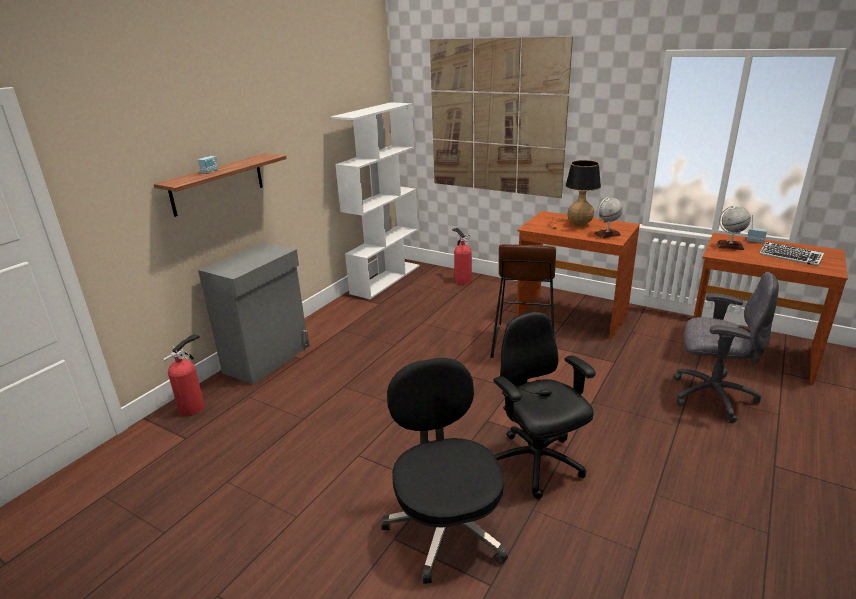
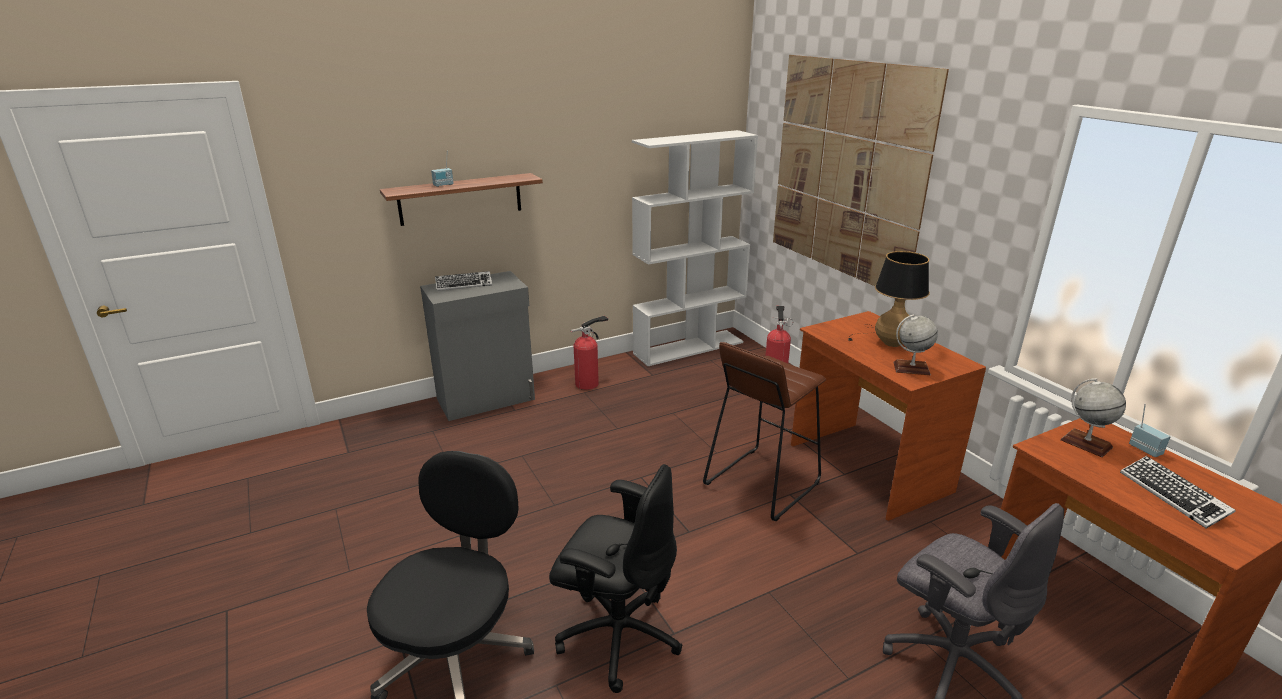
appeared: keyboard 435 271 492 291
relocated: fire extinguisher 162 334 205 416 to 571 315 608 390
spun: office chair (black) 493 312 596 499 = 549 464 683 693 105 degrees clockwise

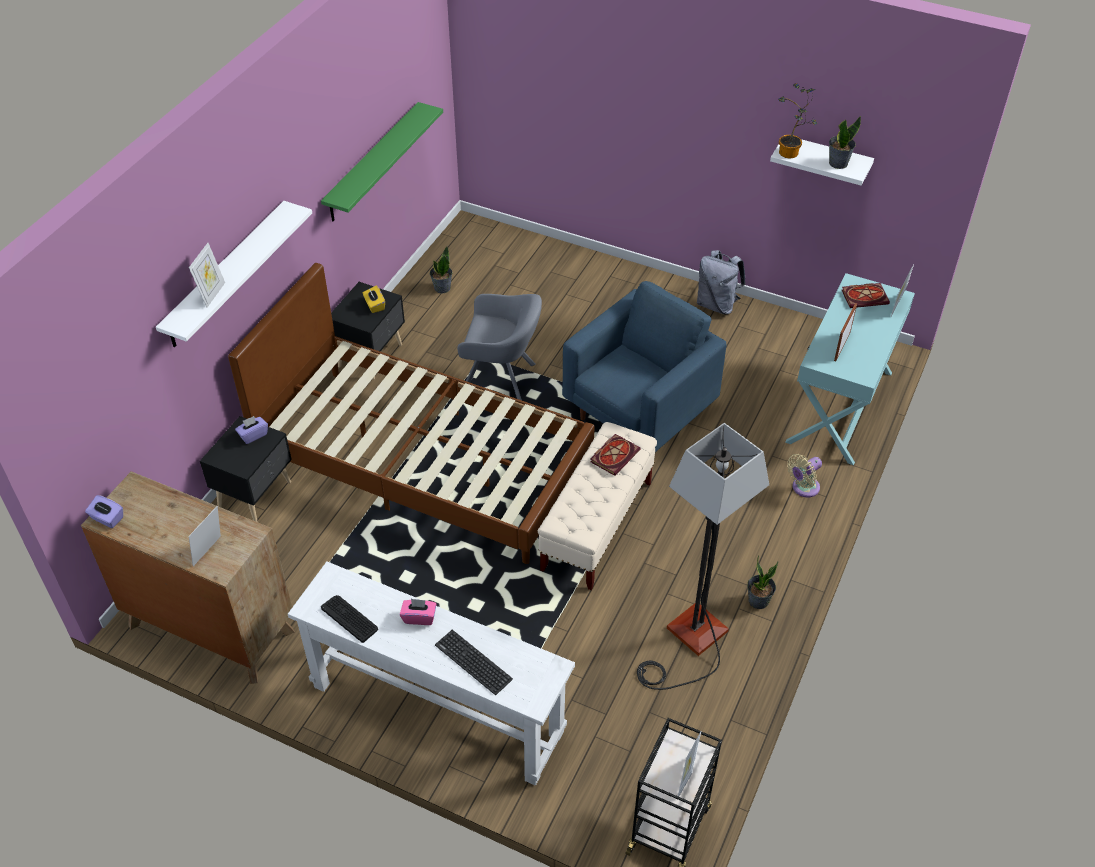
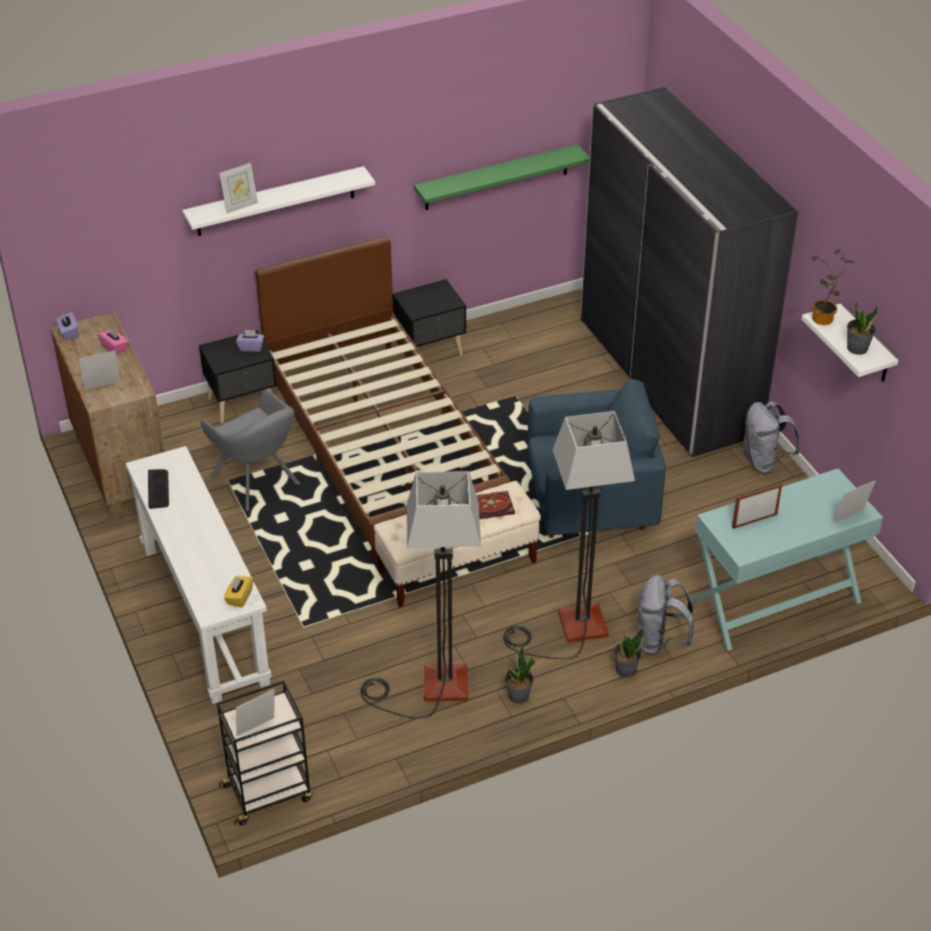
missing: keyboard 435 630 513 695; book 842 283 890 308
appeared: floor lamp 503 411 635 659; wardrobe (grey) 580 87 798 457
relocated: tissue box (pink) 400 599 436 625 to 98 327 128 355; armchair (grey) 457 294 542 400 to 200 390 300 511; tissue box (yellow) 363 286 385 313 to 224 575 253 608; potted plant 430 246 452 294 to 613 628 644 678
exchanged: fan (beige) 787 454 822 497 to backpack (grey) 637 575 694 655

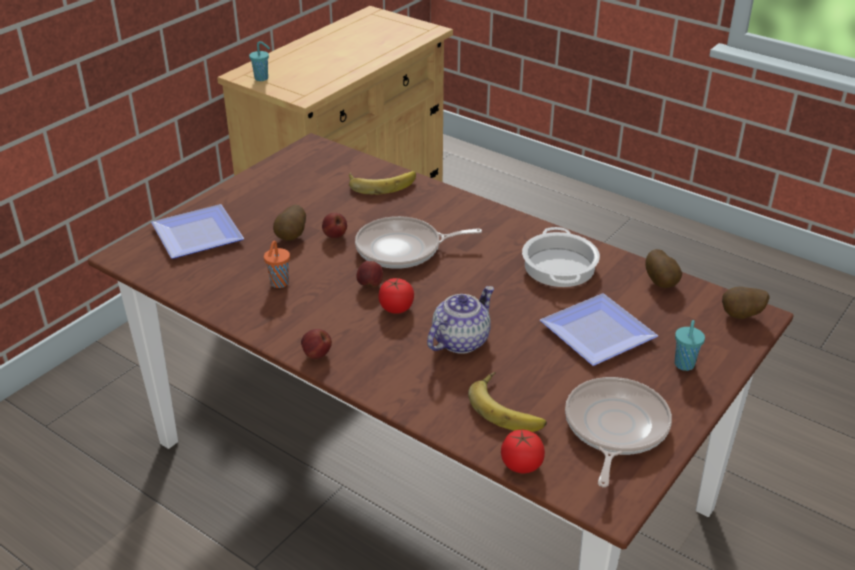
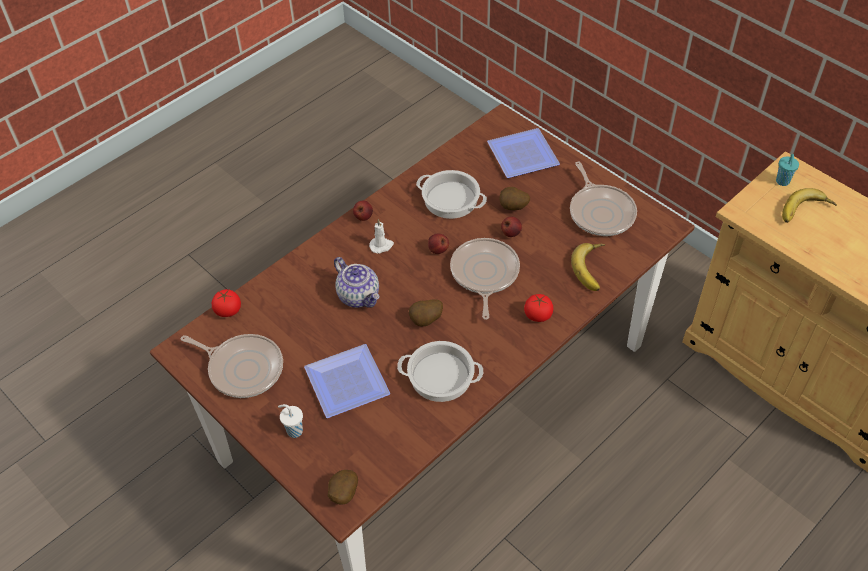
appeared: candle (white) 369 219 394 254; frying pan 570 162 637 236
relocated: potato 645 249 682 288 to 409 299 443 326; tomato 378 278 414 314 to 524 294 553 322; banana 468 372 547 432 to 782 188 837 223
exchanged: cup (orange) 264 241 290 288 to cooking pot 416 170 487 219
colour: cup (turquoise) 675 320 705 371 to cup (white) 278 404 303 438

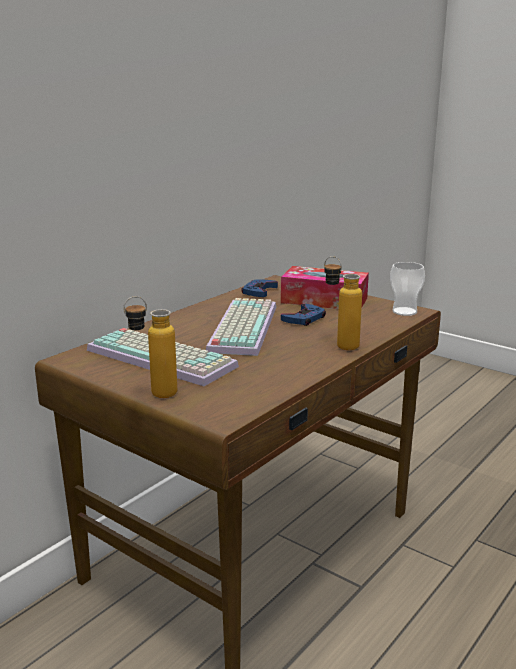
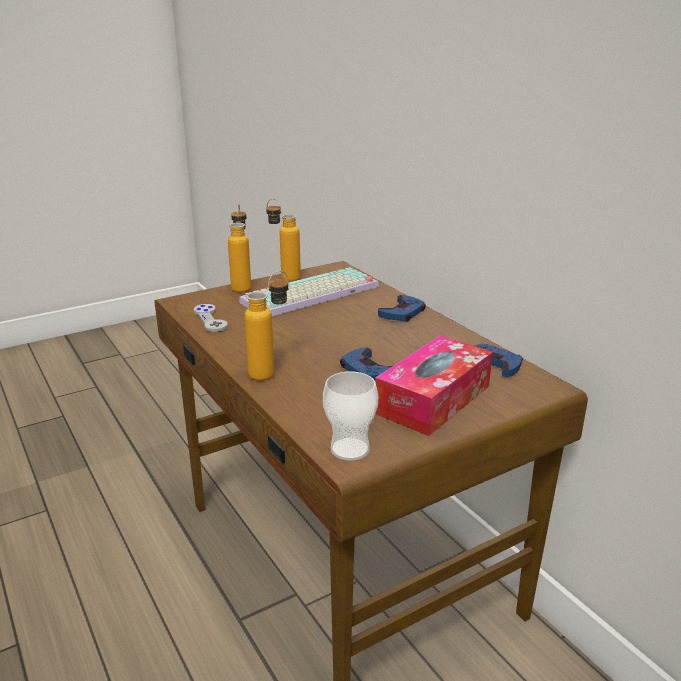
missing: keyboard 206 298 276 356
appeared: game controller (grey) 194 304 228 332; bottle 266 199 301 282; game controller (blue) 378 295 426 322

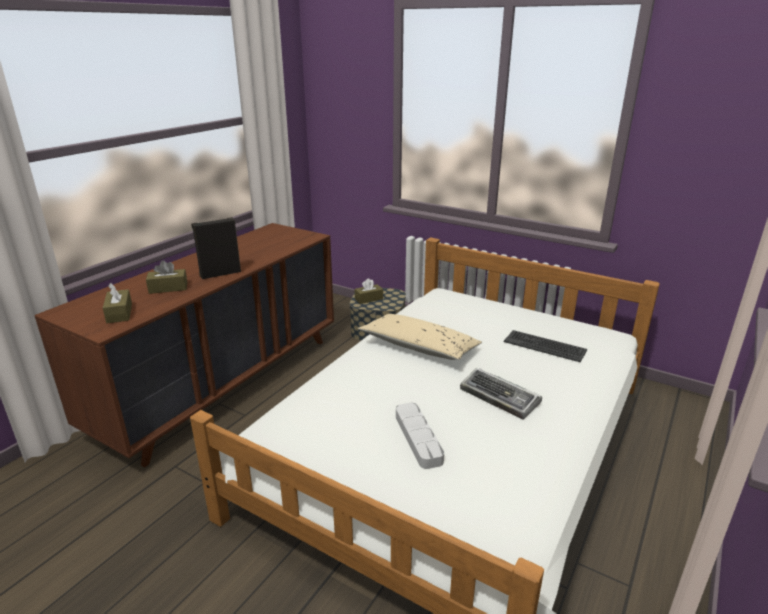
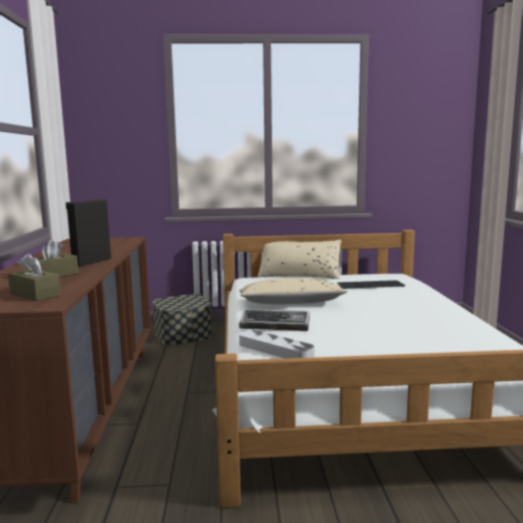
missing: tissue box (brown) 355 278 383 304
appeared: pillow (beige) 257 240 341 279
relocated: keyboard 460 368 542 419 to 239 309 310 331; tray (grey) 396 403 444 469 to 239 330 315 359

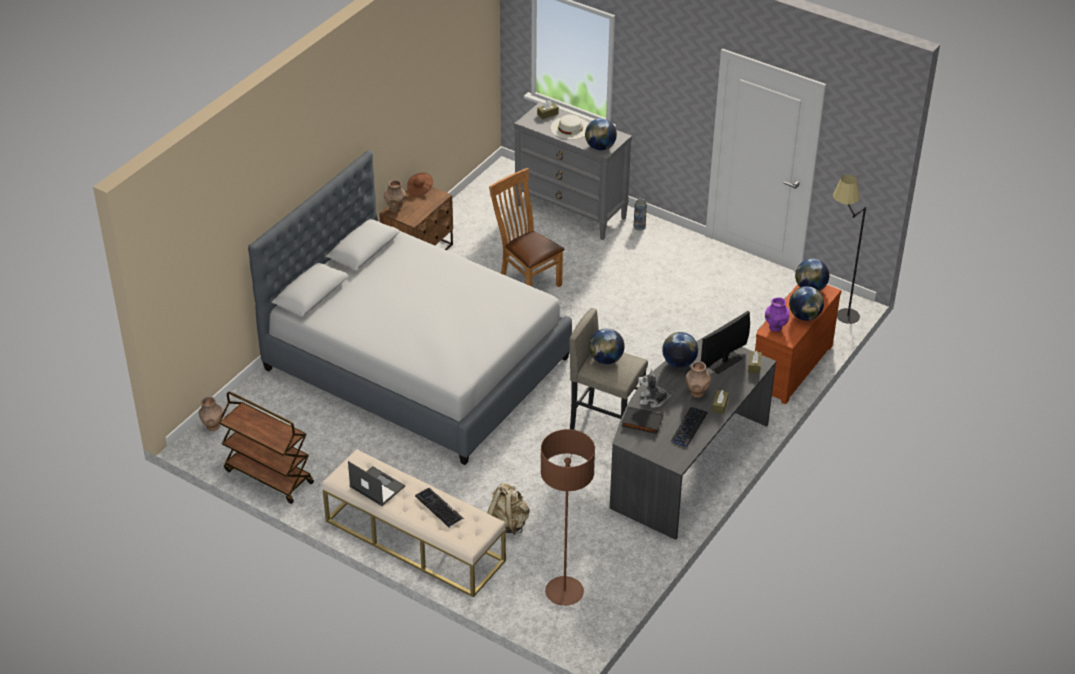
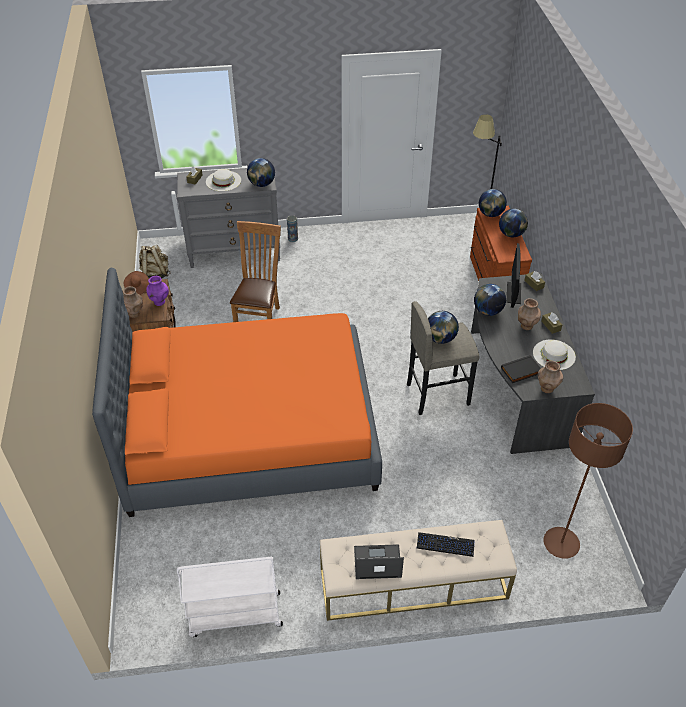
missing: plush toy 638 369 673 408
relocated: backpack (beige) 487 483 530 535 to 139 245 170 278; vase (purple) 765 297 789 332 to 146 276 169 306; vase (brown) 199 397 223 431 to 538 360 563 393
exchanged: keyboard 671 407 708 447 to hat (white) 533 339 576 370
colour: bed (grey) 248 150 572 465 to bed (orange) 92 267 382 517; cart (brown) 219 391 314 504 to cart (white) 177 556 283 637
spun: chair (brown) 489 168 565 287 = 230 221 281 322 90 degrees clockwise

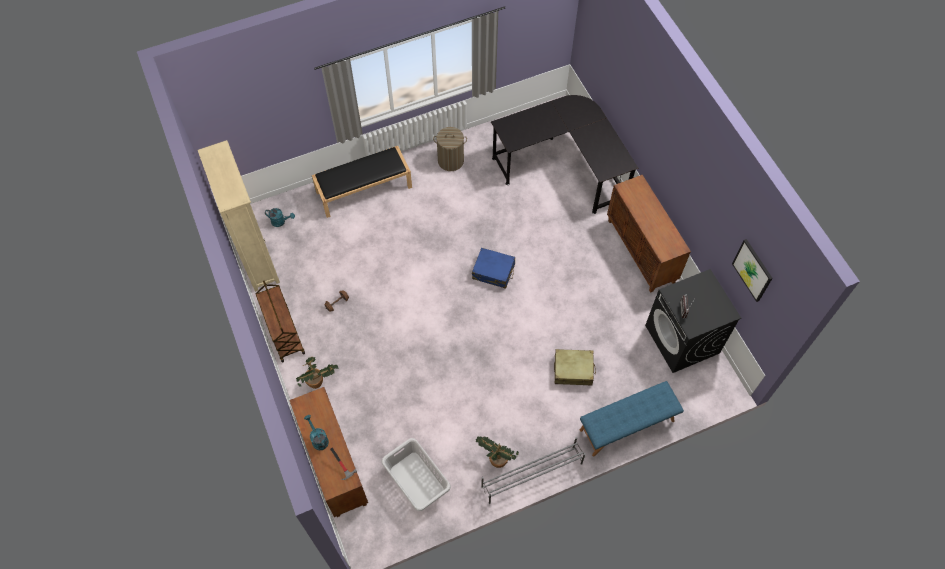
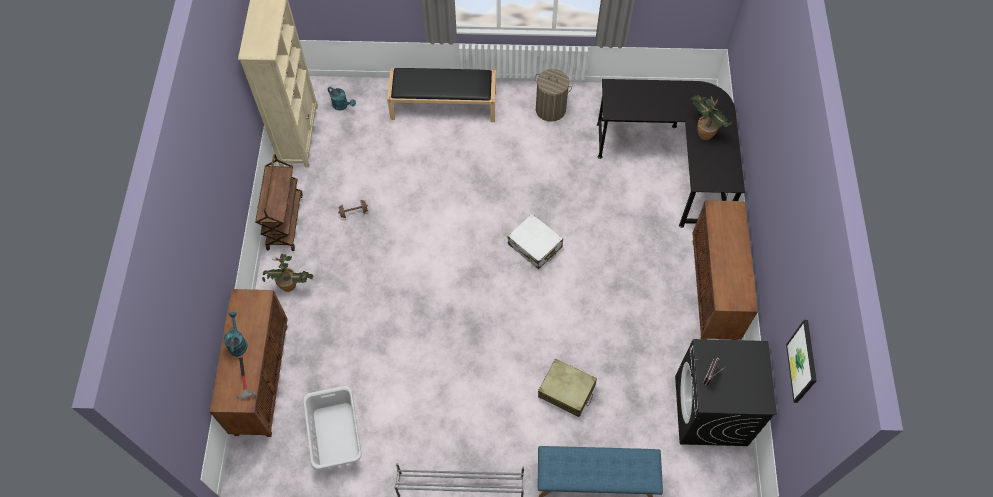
relocated: potted plant 475 436 519 468 to 691 95 732 140
colour: suitcase (blue) 472 248 515 289 to suitcase (white) 508 214 563 269

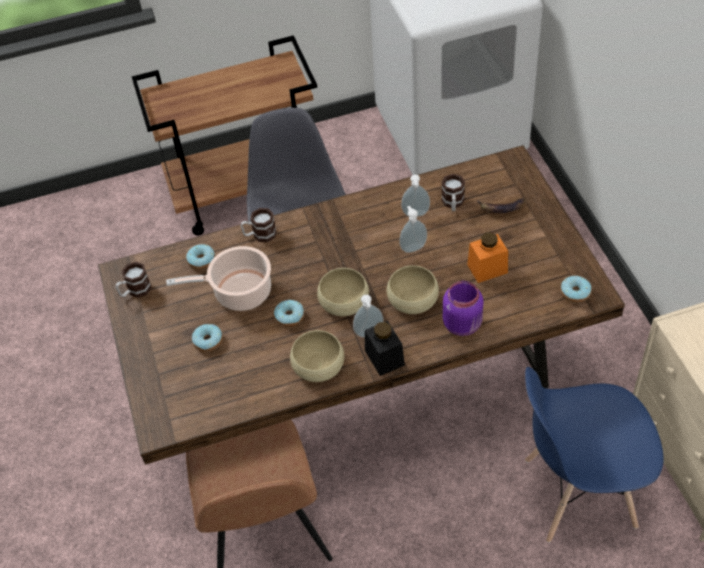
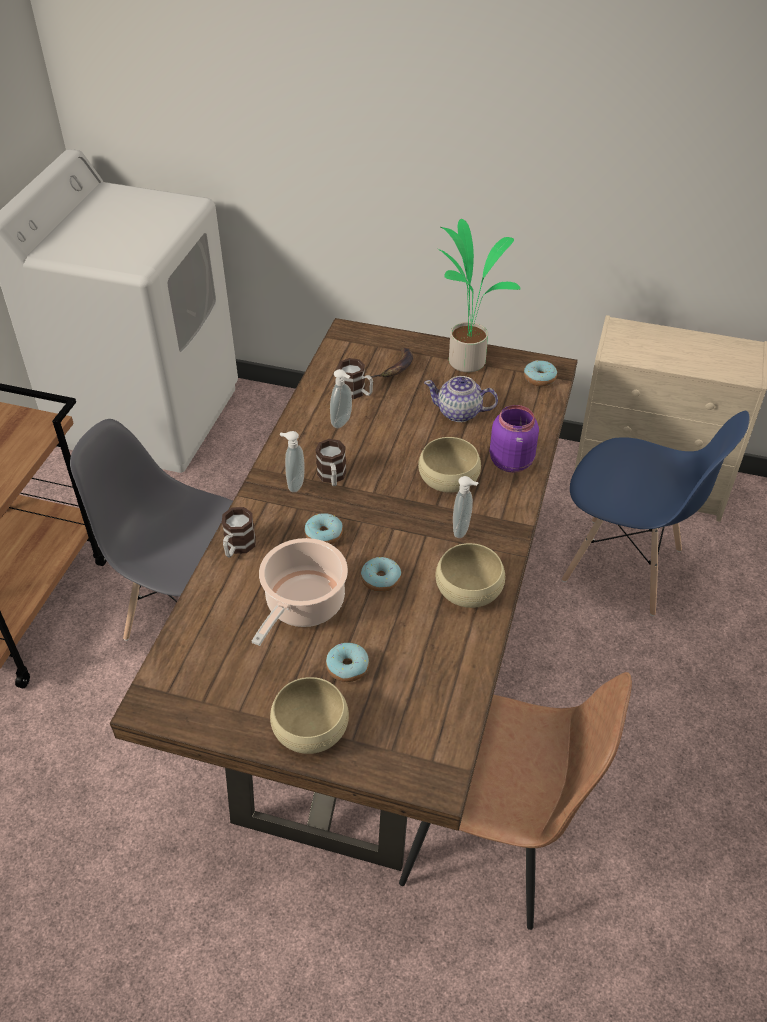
missing: jar (black) 365 321 405 376
appeared: potted plant 438 219 521 372
relocated: bowl (beige) 317 268 369 316 to 270 677 349 754; soap dispenser 399 206 427 253 to 280 431 305 492; donut 186 244 215 270 to 304 513 343 545; mug 116 262 152 298 to 315 439 347 486
exchanged: jar (orange) 467 233 508 283 to teapot 424 376 498 422
spun: chair (blue) 525 367 663 543 = 562 411 749 616 90 degrees counterclockwise

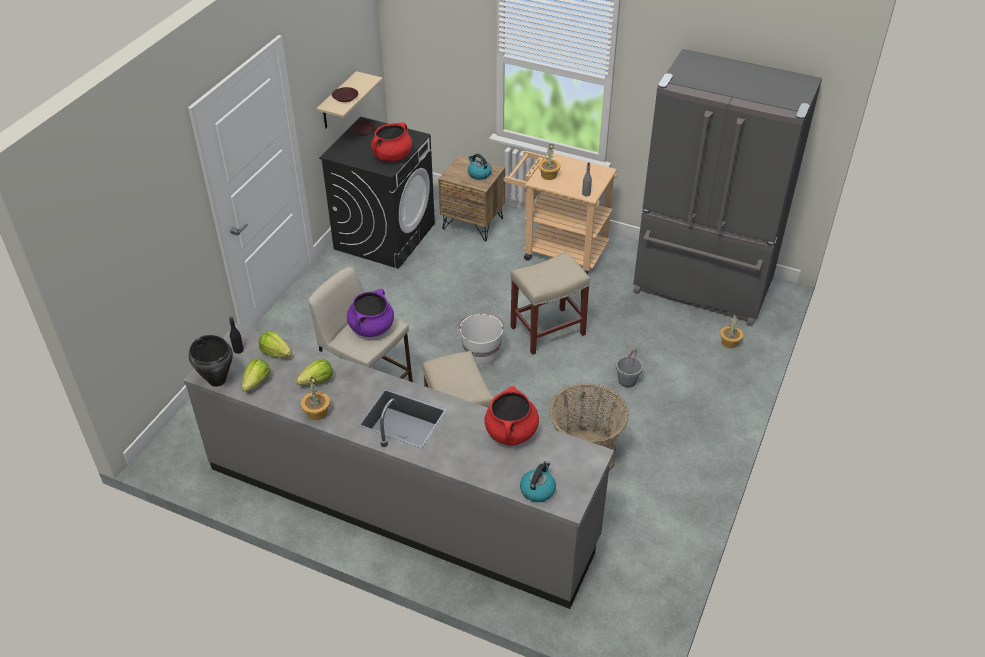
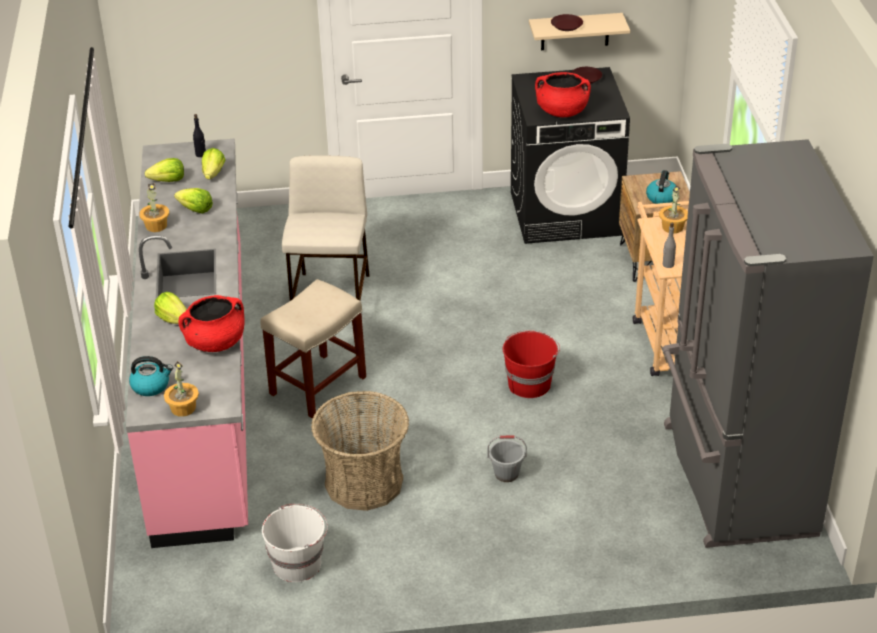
missing: cooking pot (black) 189 335 233 387; cooking pot (purple) 347 289 394 337
appeared: lettuce 154 292 187 324
relocated: potted plant 720 315 743 348 to 164 361 199 417; bucket (white) 459 313 504 367 to 262 504 328 582
exchanged: stool (beige) 511 252 590 355 to bucket (red) 503 330 560 398
colour: counter (grey) 183 323 614 609 to counter (pink) 126 139 248 548

